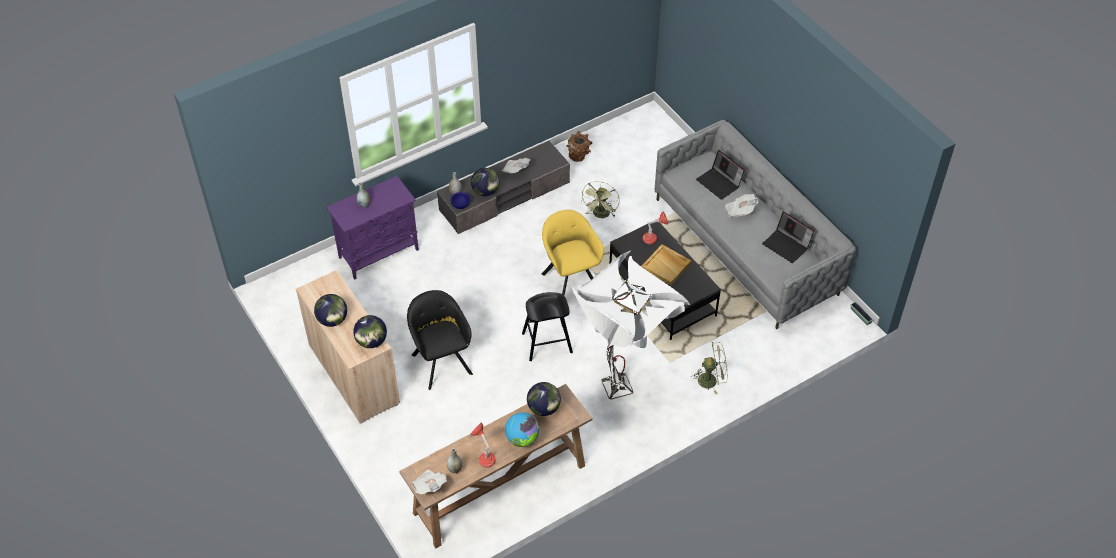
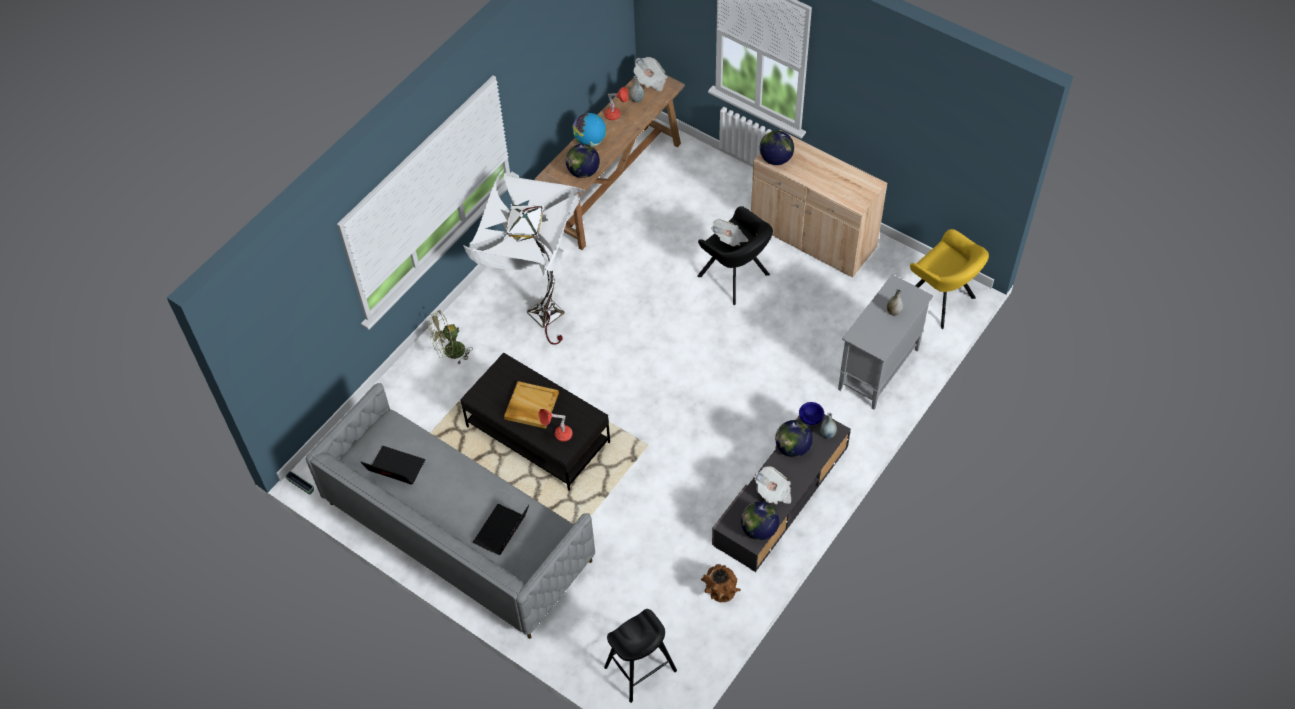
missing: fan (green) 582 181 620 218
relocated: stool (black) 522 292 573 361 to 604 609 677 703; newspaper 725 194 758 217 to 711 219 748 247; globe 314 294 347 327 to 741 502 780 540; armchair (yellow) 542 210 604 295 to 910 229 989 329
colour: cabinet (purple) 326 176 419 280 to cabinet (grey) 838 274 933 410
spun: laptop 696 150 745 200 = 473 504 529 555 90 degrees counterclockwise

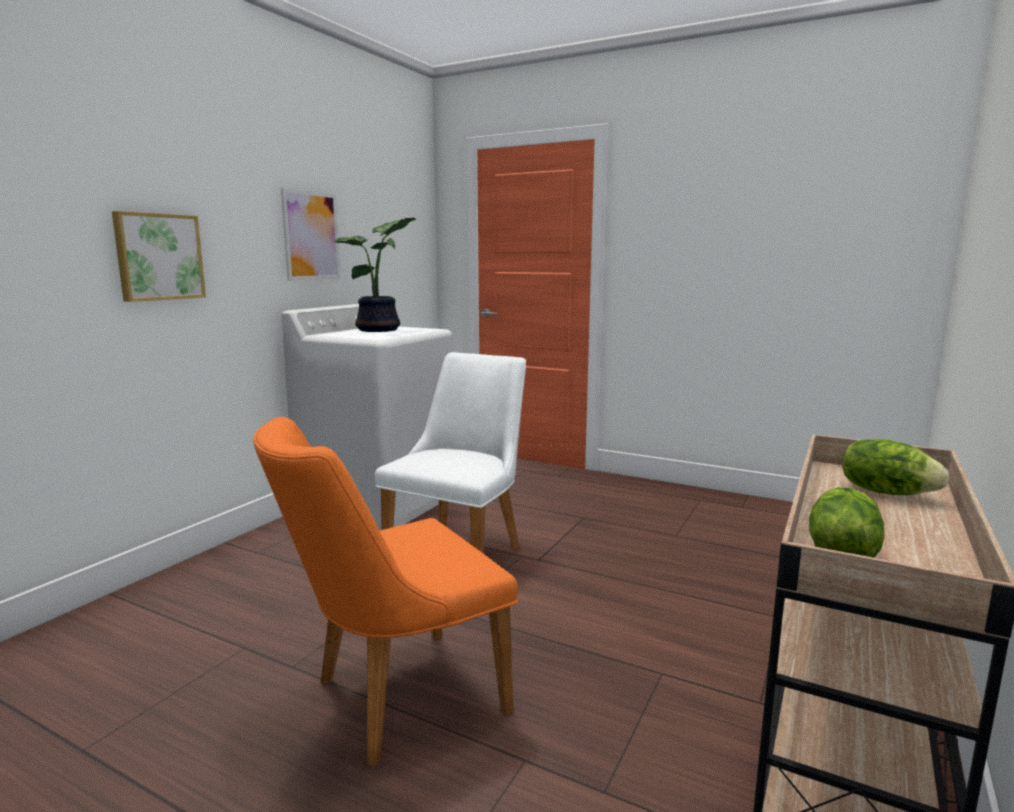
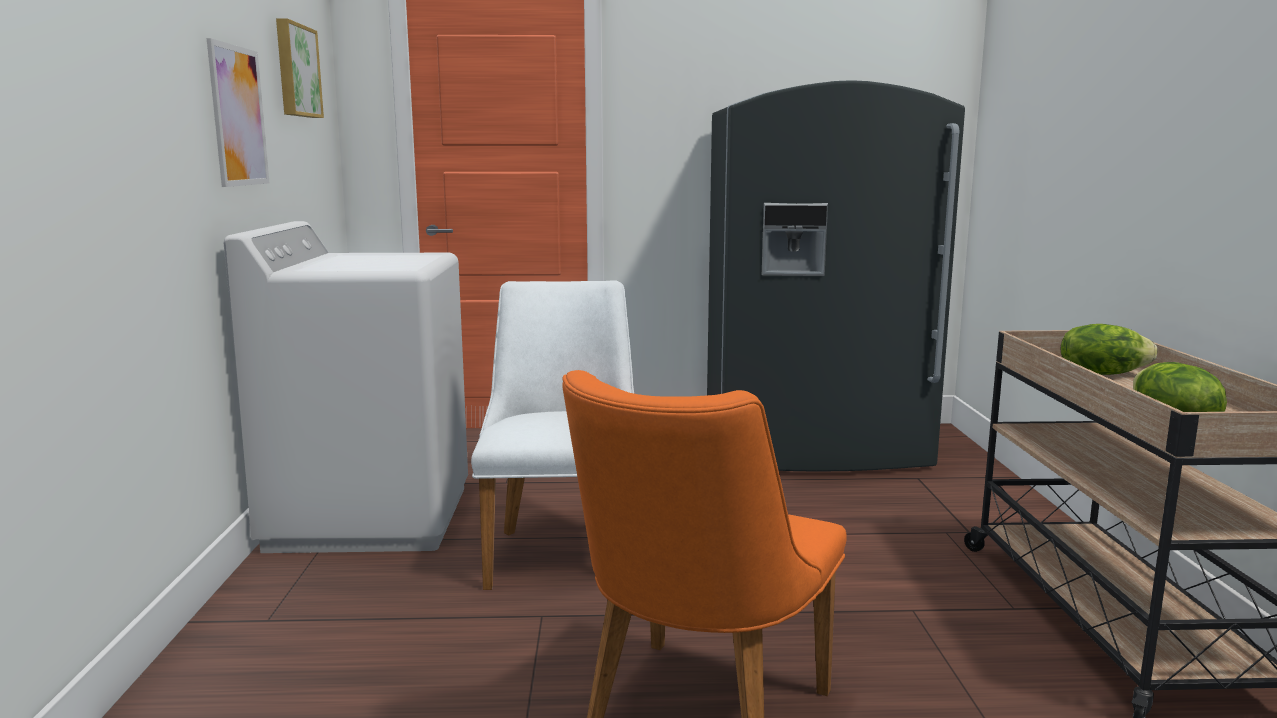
missing: potted plant 333 217 416 332
appeared: fridge (grey) 707 80 965 472
relocated: picture 112 211 206 302 to 276 18 324 118

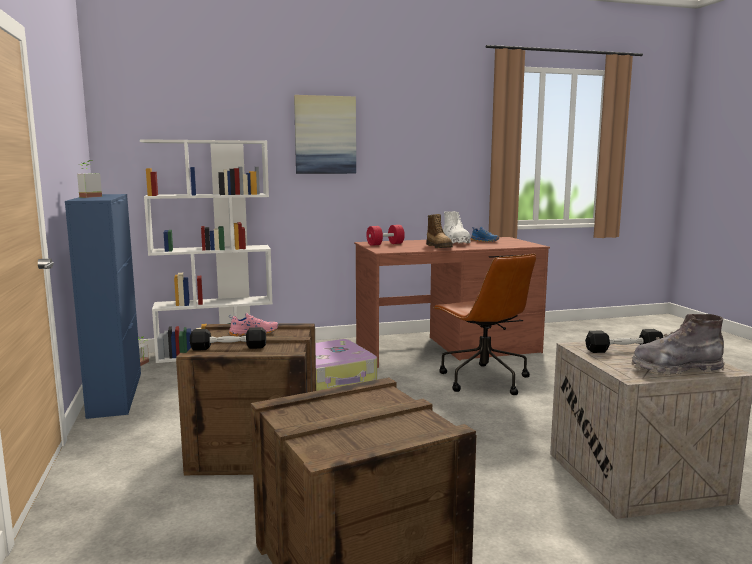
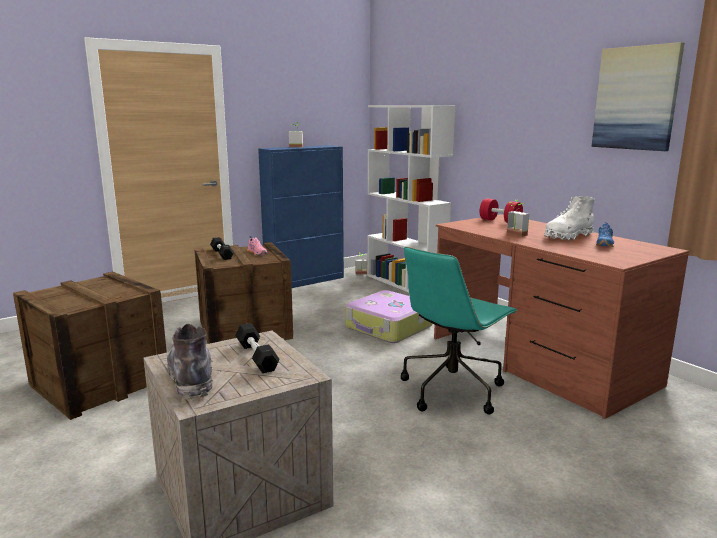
relocated: picture 294 95 356 174 to 592 42 684 151
exchanged: boot 426 214 453 248 to potted plant 507 200 529 237
colour: office chair (brown) 433 254 536 395 to office chair (turquoise) 401 247 518 415

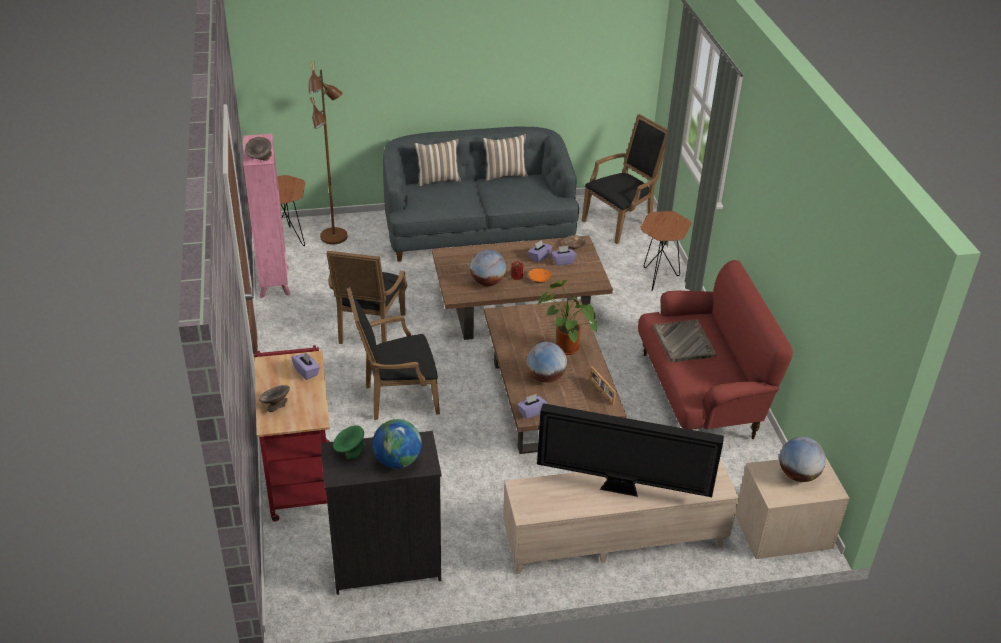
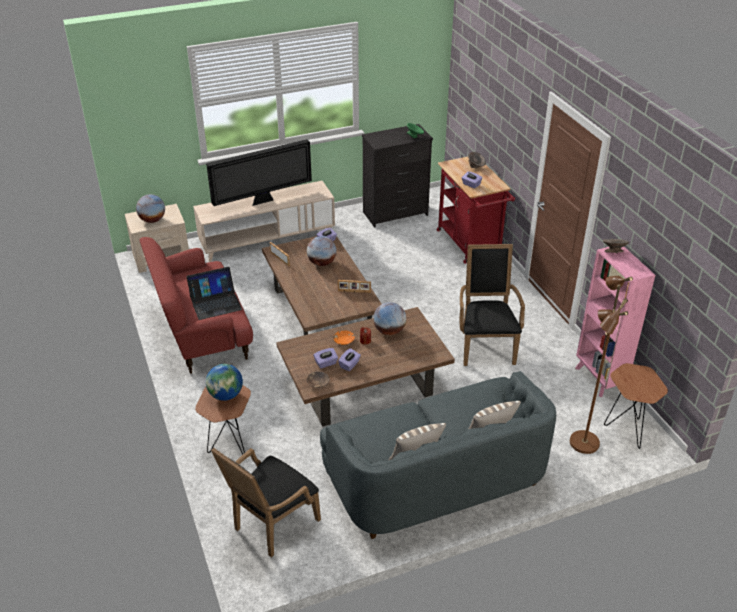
missing: armchair (black) 347 287 440 420; potted plant 538 280 598 355
appeared: picture frame 338 280 371 293
relocated: globe 372 419 422 469 to 206 364 243 401
exchanged: tray (grey) 653 319 717 362 to laptop 186 267 242 320
spun: television 537 403 724 497 = 206 139 312 206 150 degrees clockwise

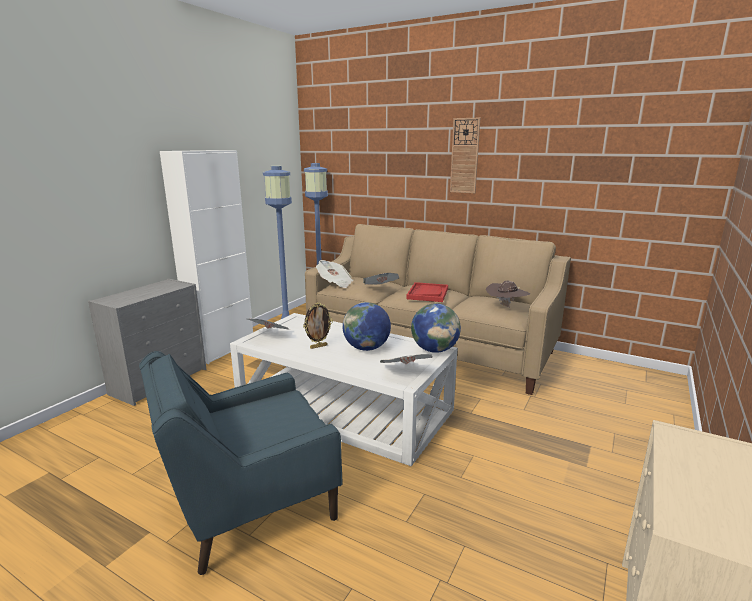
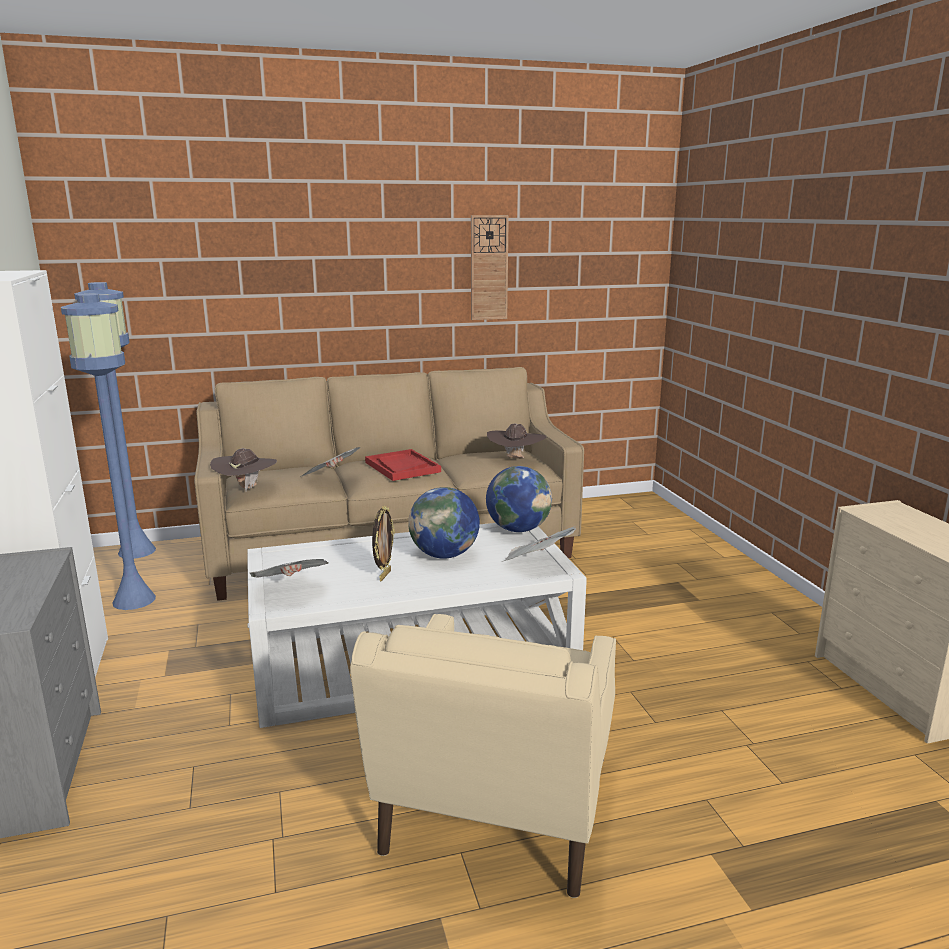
relocated: wall clock 450 118 480 193 to 471 215 509 320
exchanged: newspaper 316 260 354 288 to hat (brown) 210 448 277 491
colour: armchair (blue) 139 351 343 575 to armchair (beige) 350 614 616 898

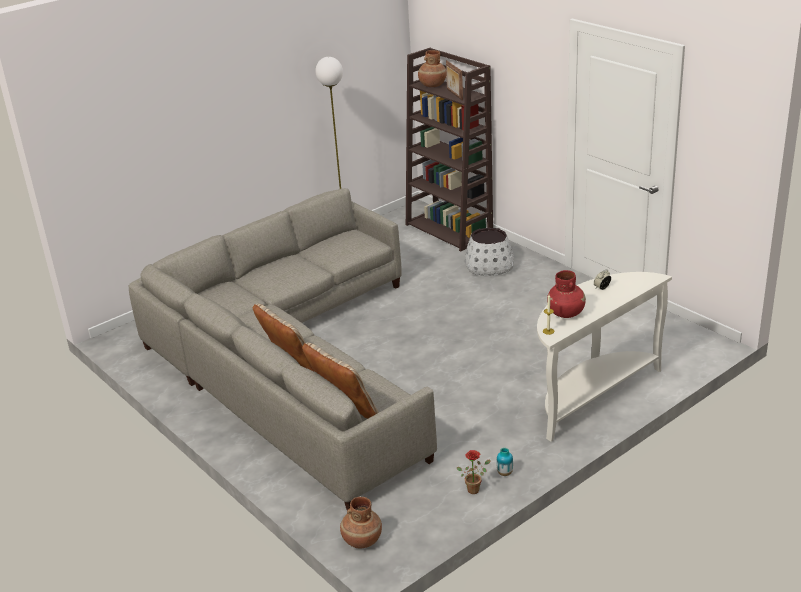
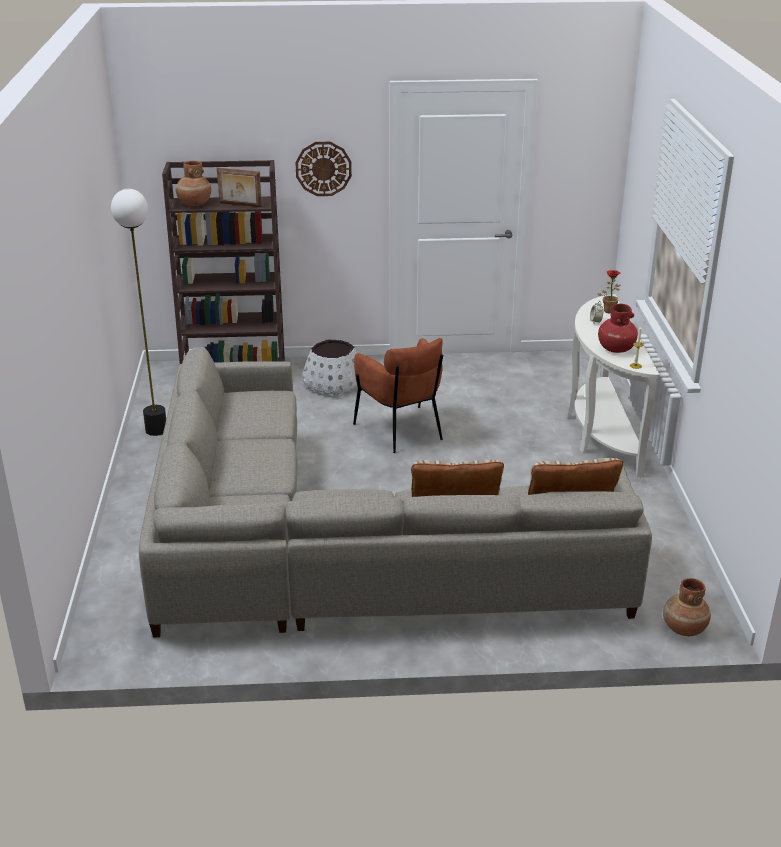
missing: vase 496 448 513 476
appeared: wall clock 295 142 352 196; armchair (brown) 353 338 443 453
relocated: potted plant 457 450 490 494 to 598 270 621 313

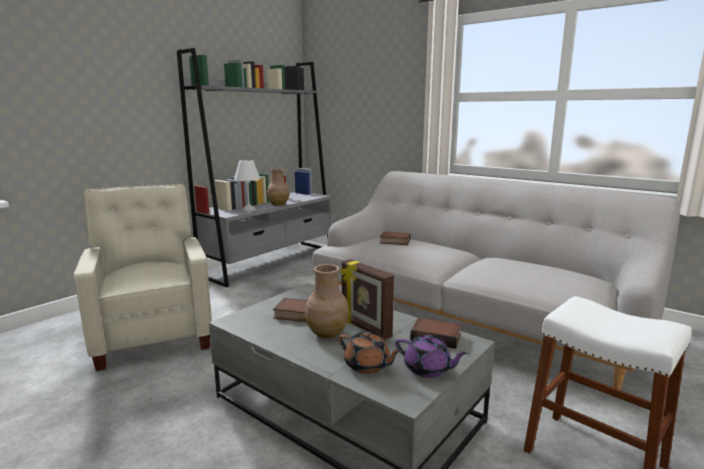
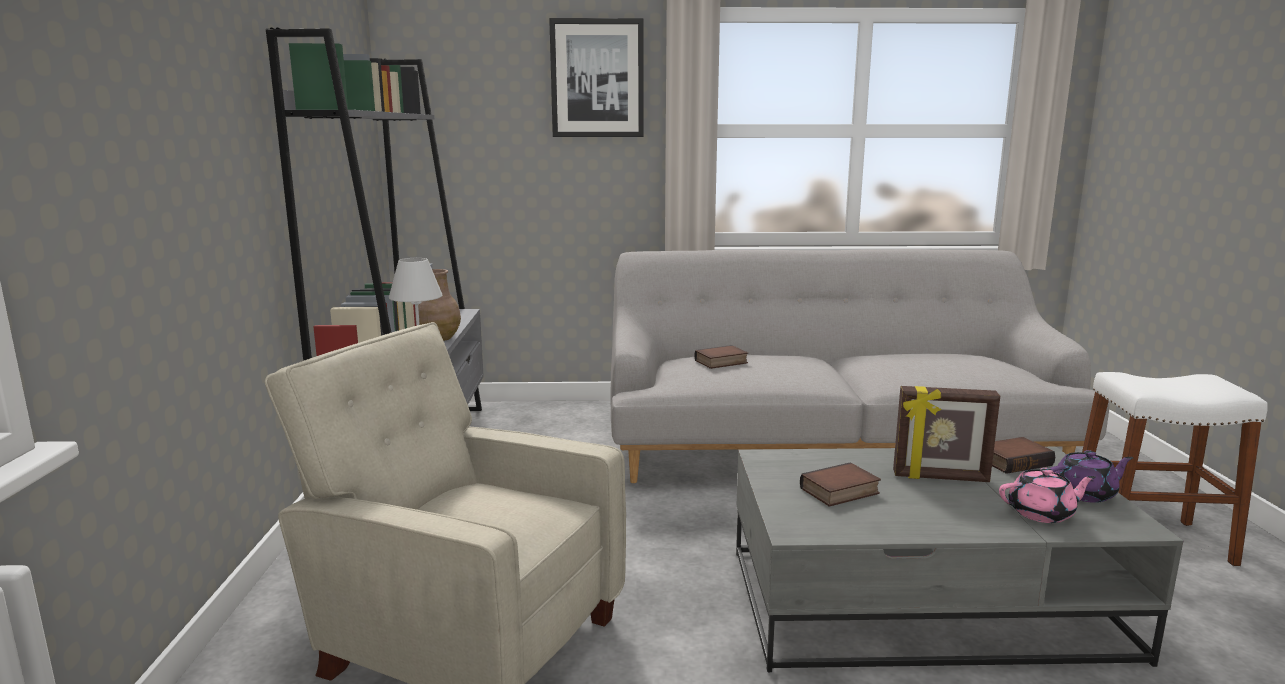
missing: vase (brown) 305 264 349 338
appeared: picture 549 18 644 137
colour: teapot (brown) 339 332 402 374 to teapot (pink) 999 468 1096 523

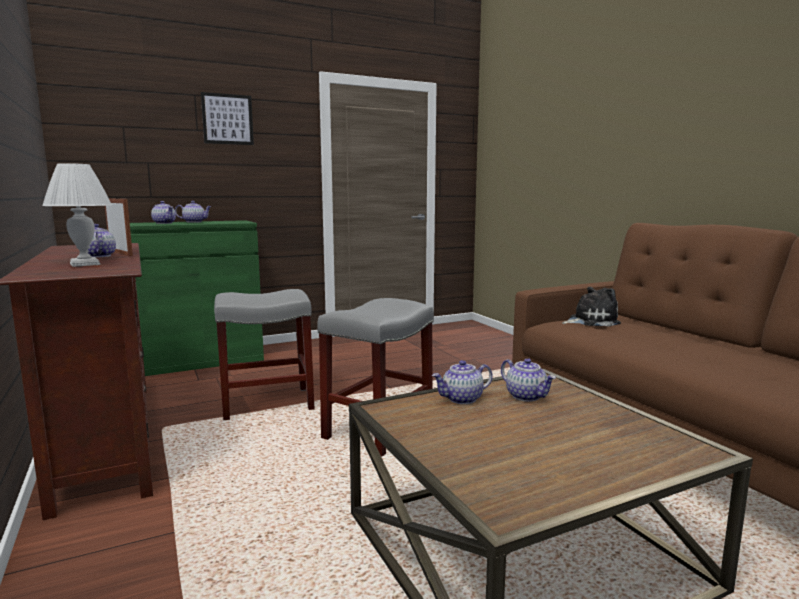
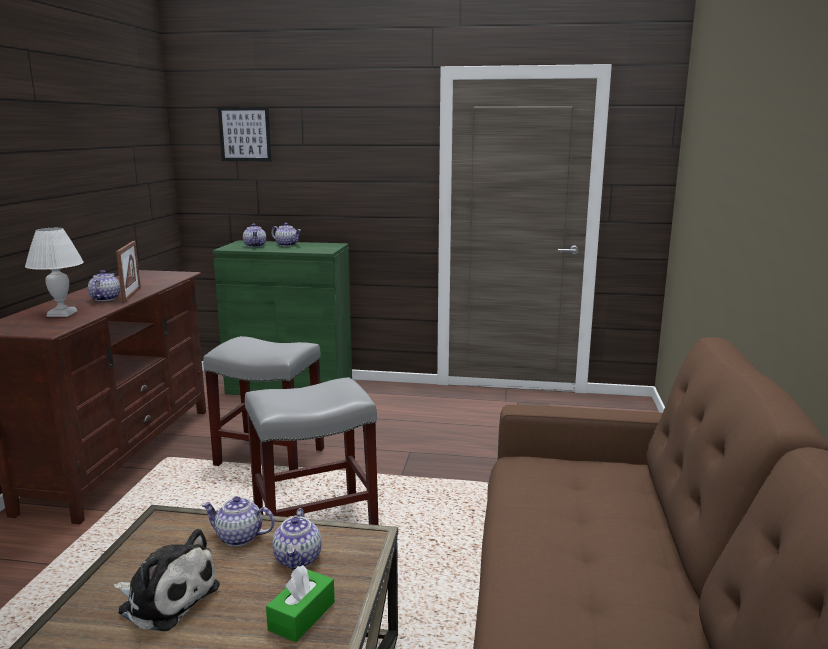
appeared: tissue box (green) 266 565 335 642
relocated: plush toy 562 287 621 327 to 113 529 220 631; picture 201 92 254 145 to 218 107 272 161

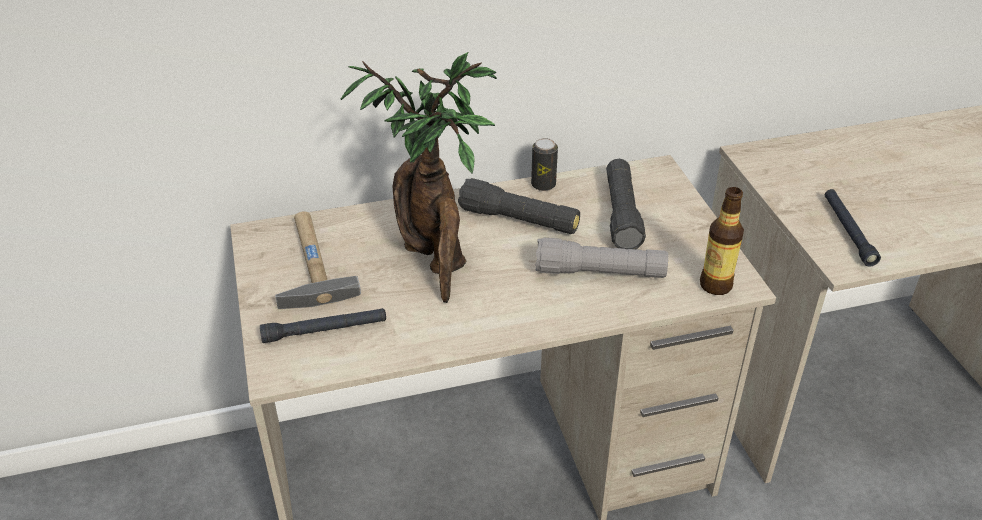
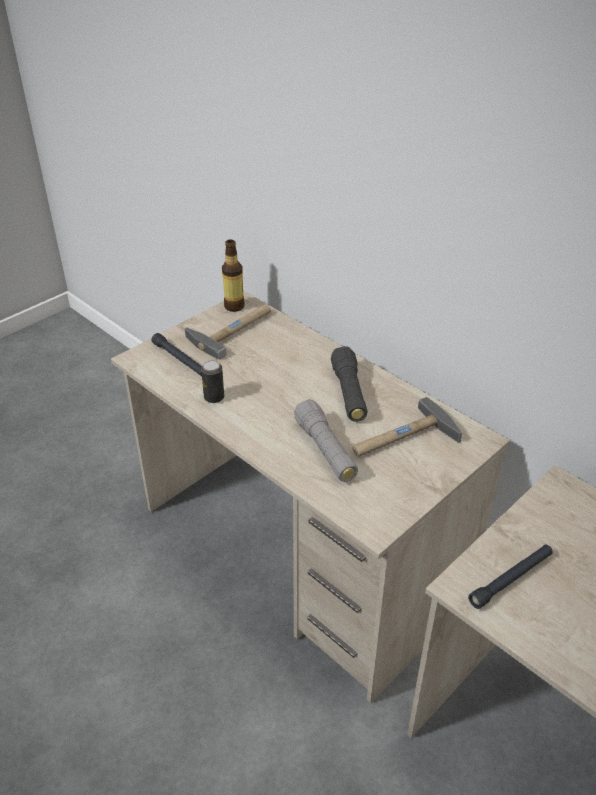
missing: potted plant 341 52 497 303
relocated: can 531 138 558 191 to 201 361 224 403; bottle 700 187 744 295 to 222 239 245 312
exchanged: flashlight (black) 606 159 646 249 to hammer 352 397 462 456

